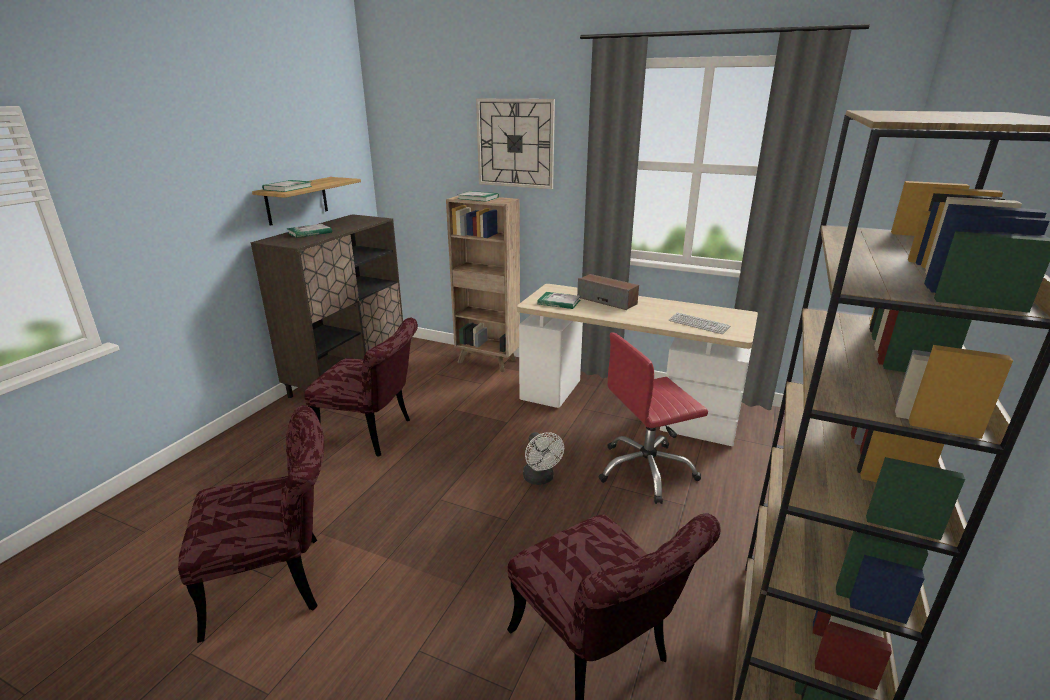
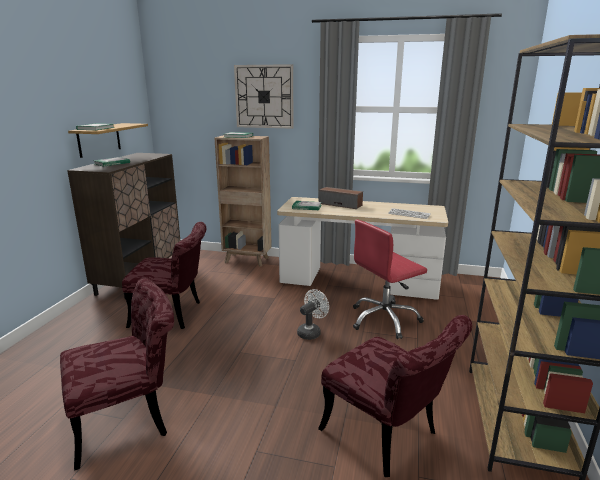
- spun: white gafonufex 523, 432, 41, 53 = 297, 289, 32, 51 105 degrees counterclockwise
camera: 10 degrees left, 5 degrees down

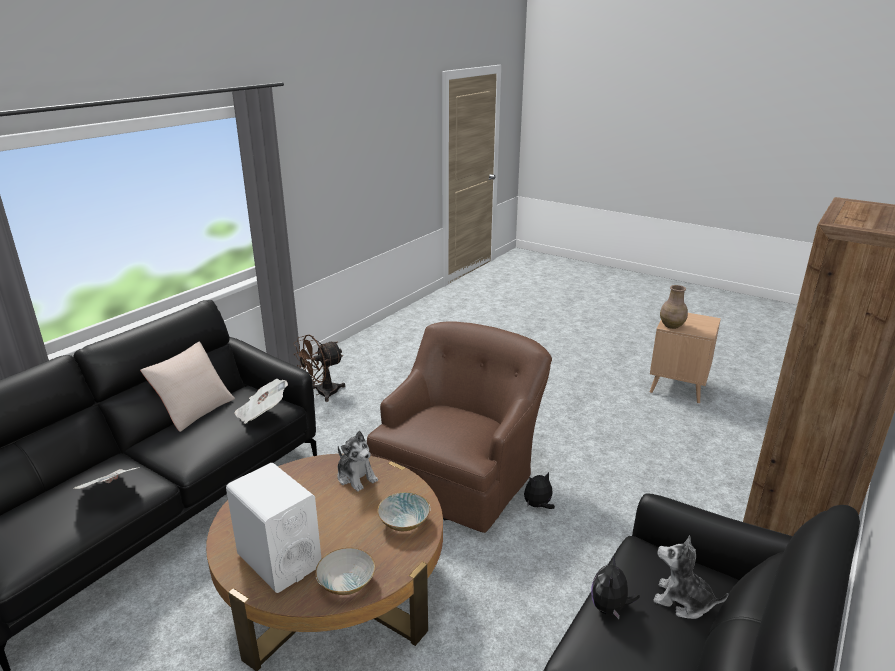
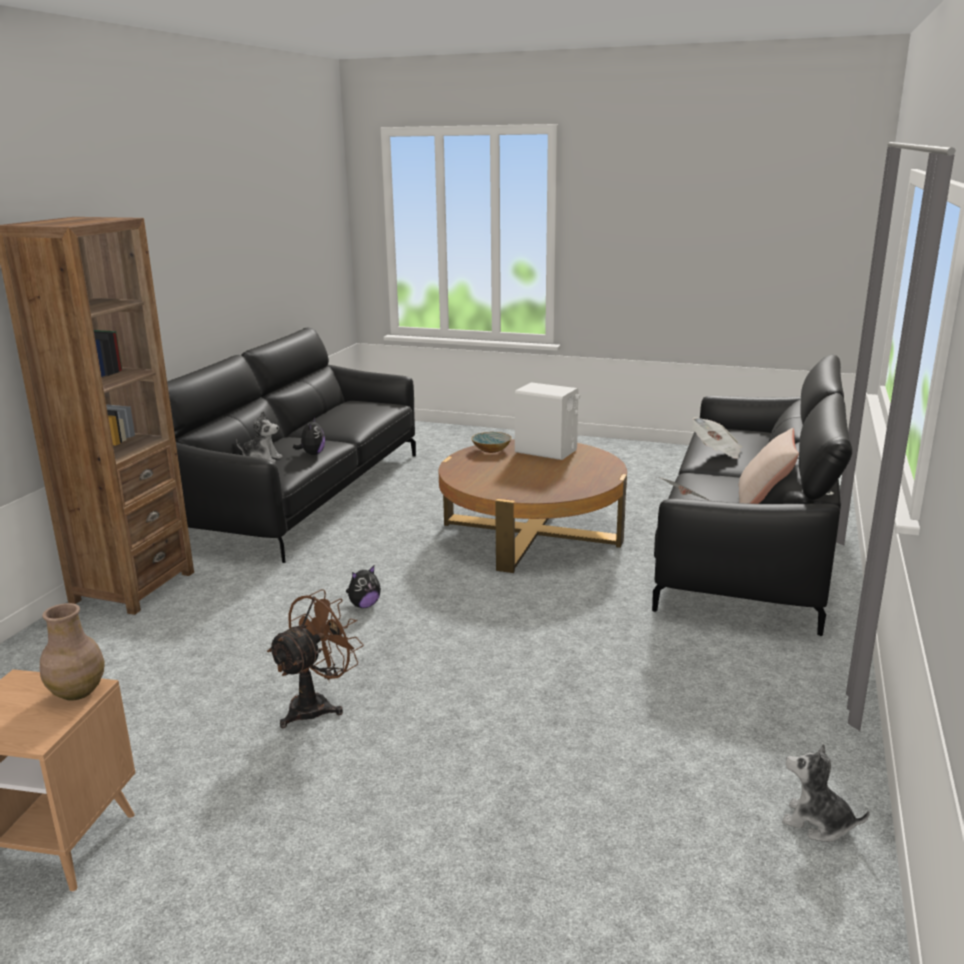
- relocated: brown gafonufex 293, 334, 52, 68 to 267, 589, 97, 139
- relocated: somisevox 338, 431, 40, 61 to 782, 744, 88, 98
- missing: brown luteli 367, 321, 185, 212
- missing: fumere 377, 492, 54, 39
camera: 165 degrees right, 5 degrees down

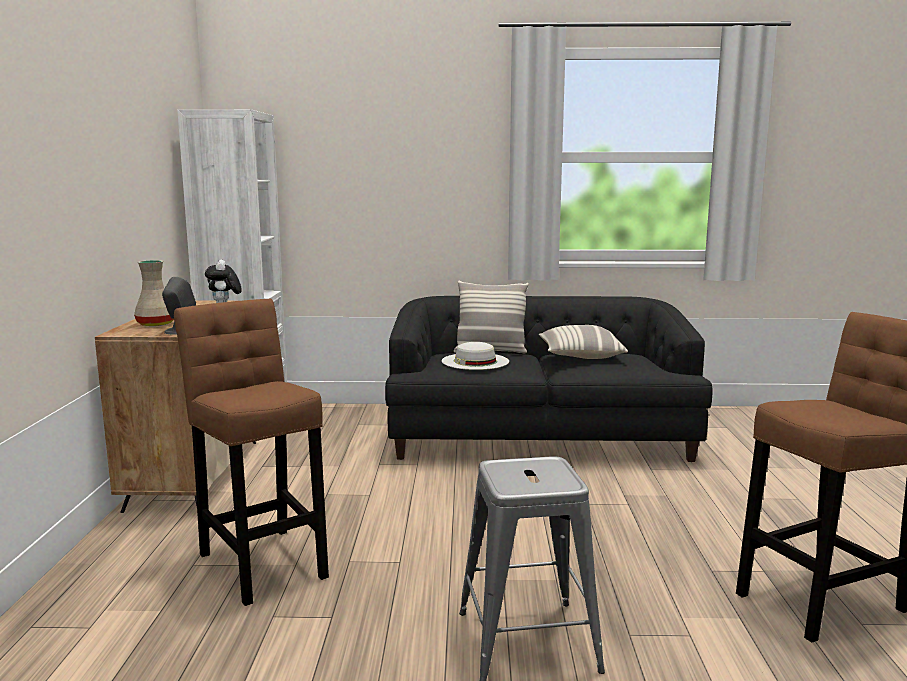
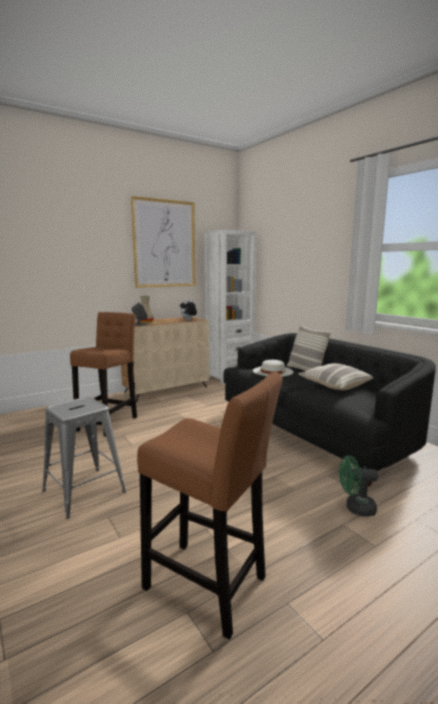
- appeared: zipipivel 131, 196, 65, 92
- appeared: green gafonufex 339, 455, 39, 62
camera: 55 degrees right, 0 degrees up

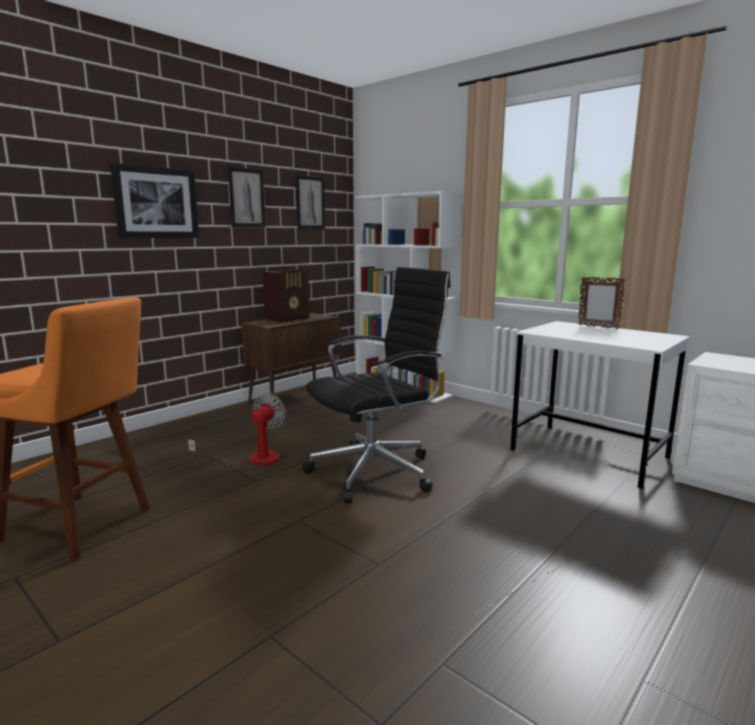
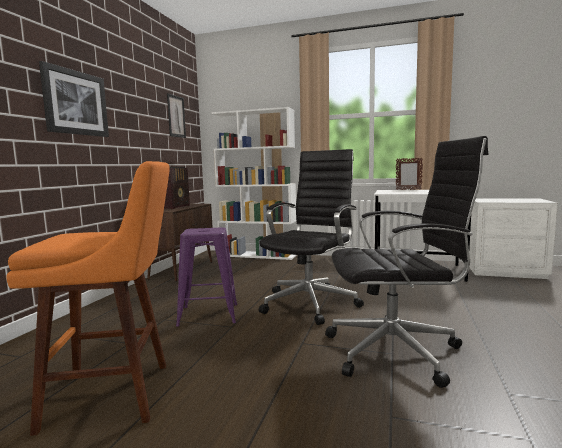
- exchanged: gafonufex 188, 393, 98, 76 to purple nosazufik 176, 227, 61, 100
- missing: zipipivel 228, 167, 38, 61
- appeared: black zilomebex 325, 136, 163, 252
camera: 25 degrees left, 5 degrees down

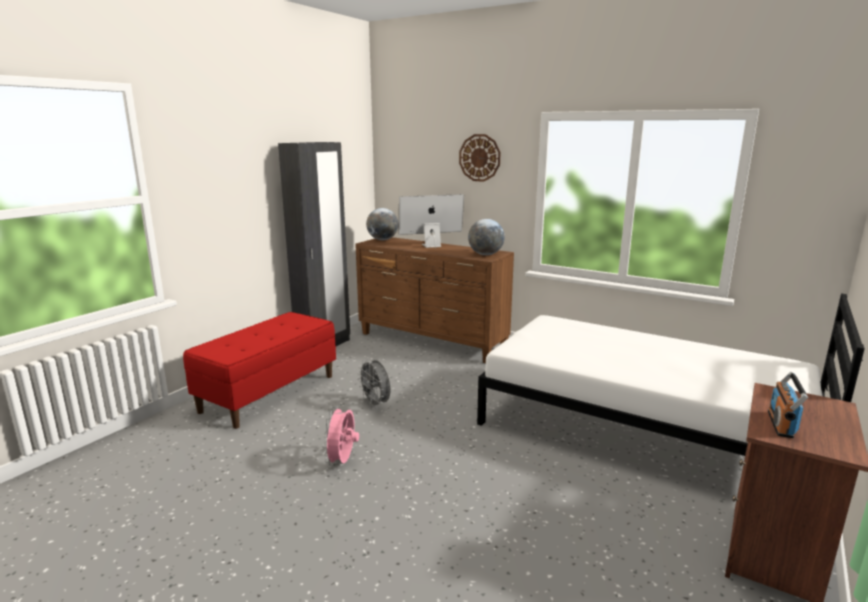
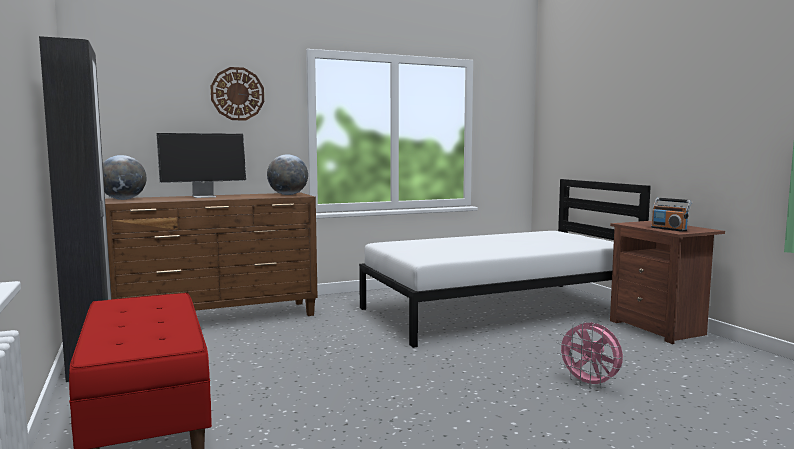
- relocated: pink gafonufex 322, 405, 37, 61 to 556, 321, 67, 68
- missing: grey gafonufex 357, 360, 33, 48
- spun: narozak 399, 194, 65, 55 = 157, 133, 89, 65 135 degrees counterclockwise
camera: 55 degrees left, 10 degrees down

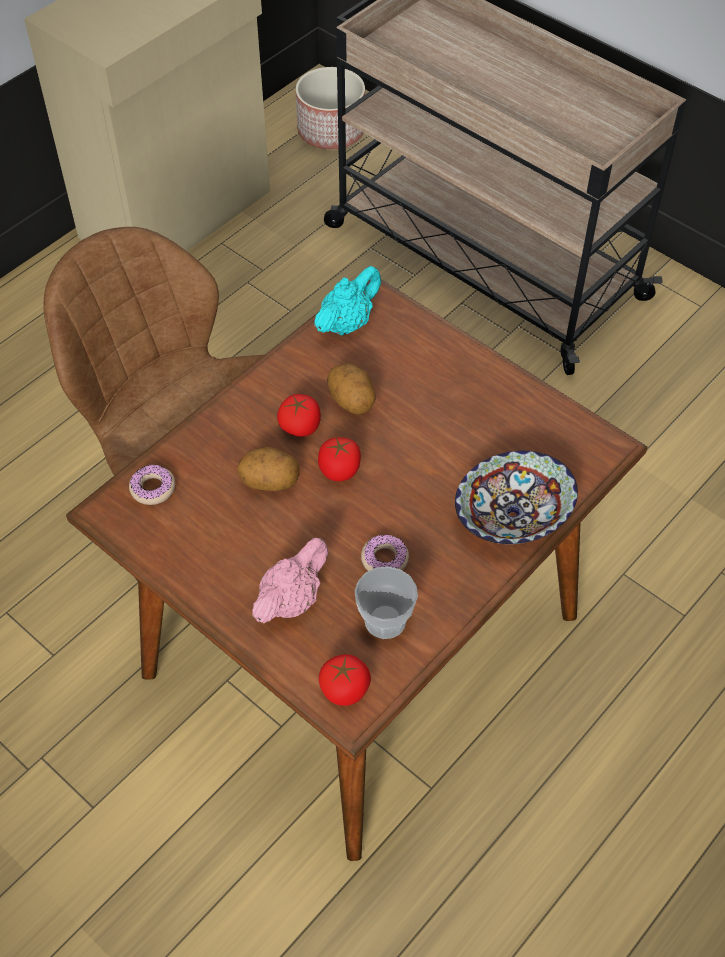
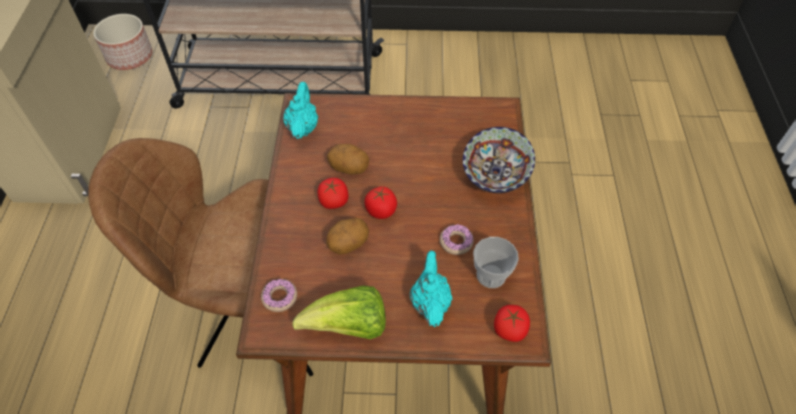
- colour: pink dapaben 252, 538, 77, 85 to turquoise dapaben 410, 250, 42, 77
- appeared: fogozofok 292, 286, 94, 53
camera: 40 degrees left, 0 degrees up

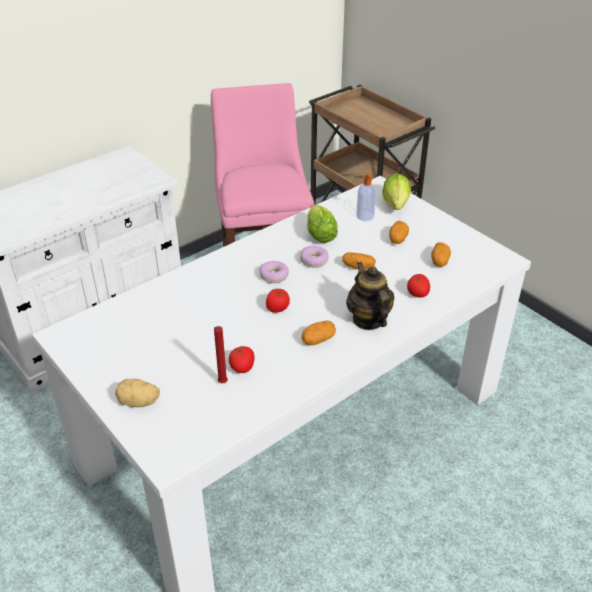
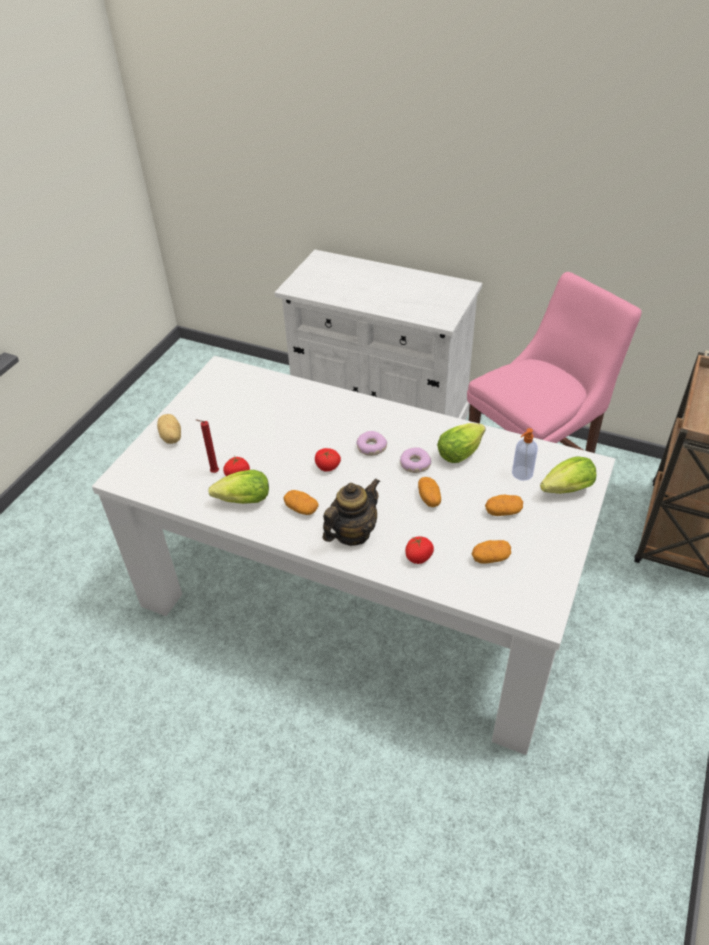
- appeared: fogozofok 208, 470, 61, 34
camera: 65 degrees right, 5 degrees up

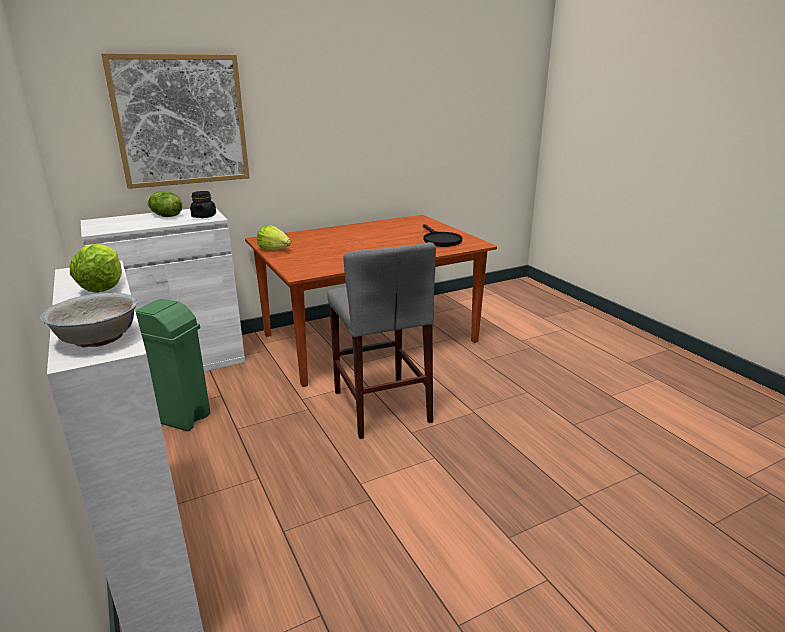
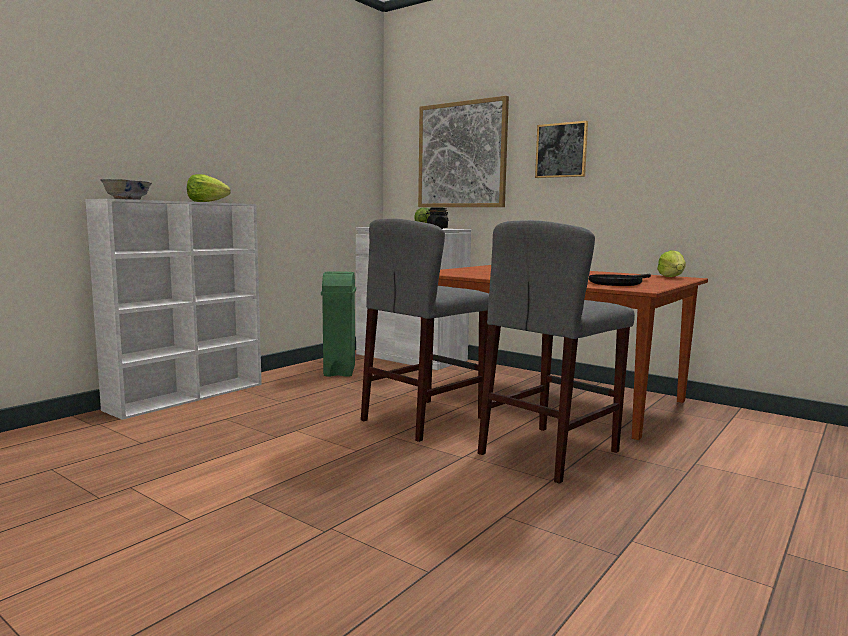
- relocated: fogozofok 257, 225, 34, 26 to 657, 250, 29, 27
- appeared: grey nosazufik 478, 220, 157, 264
- appeared: zipipivel 535, 121, 53, 57
camera: 65 degrees right, 15 degrees down

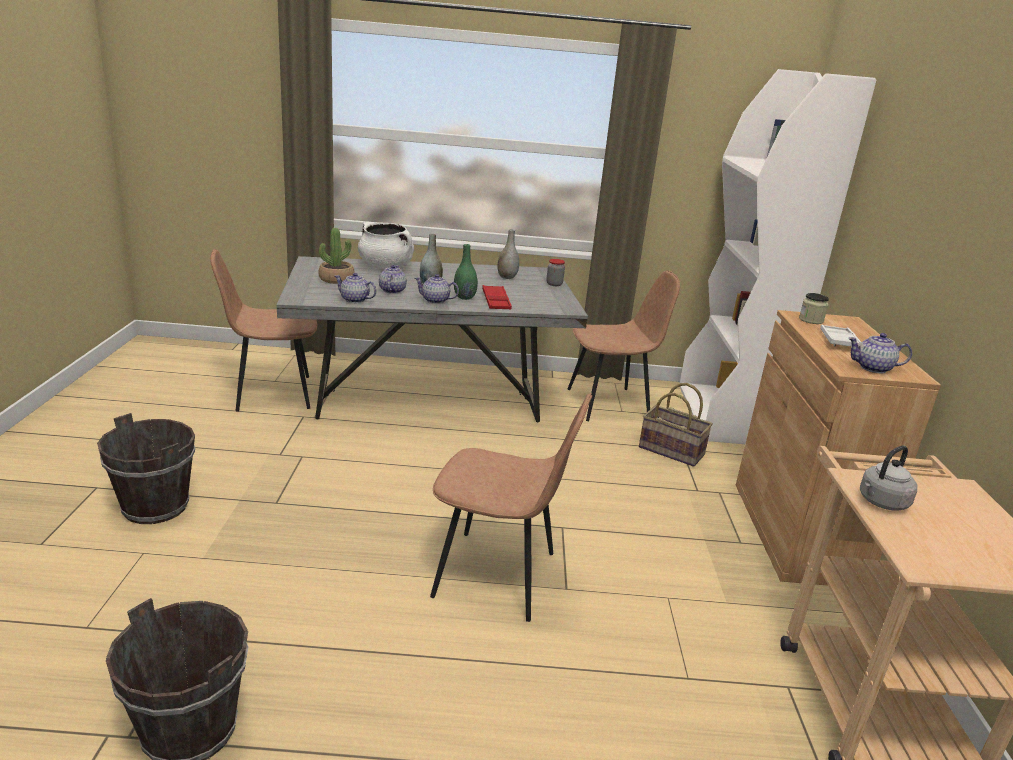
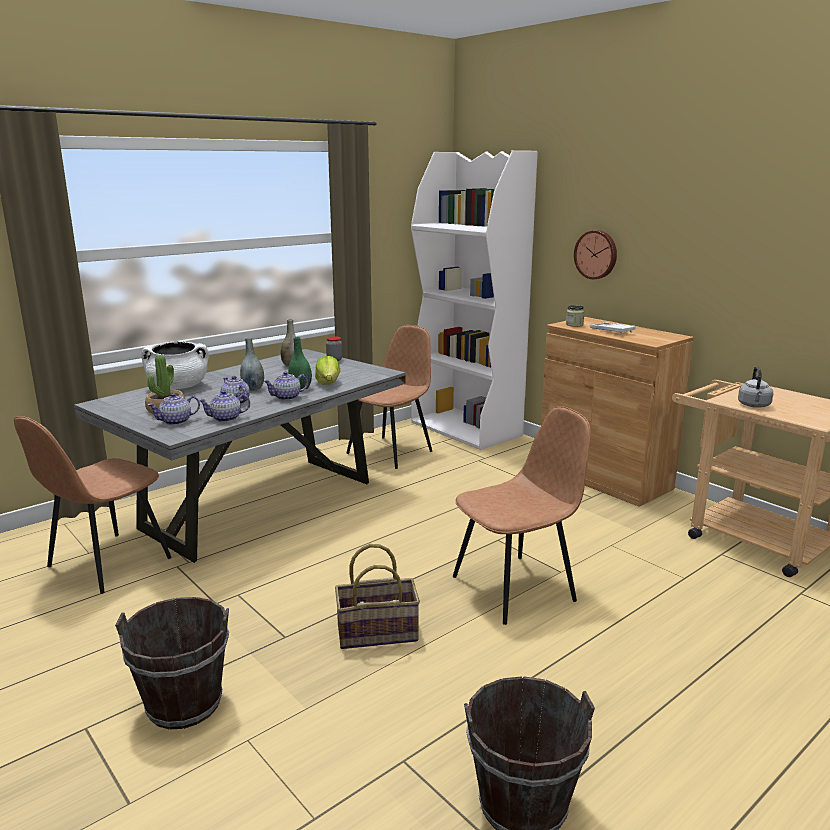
- exchanged: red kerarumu 482, 285, 30, 24 to fogozofok 315, 356, 25, 29
- relocated: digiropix 639, 383, 74, 84 to 335, 544, 85, 105
- relocated: dapaben 848, 333, 64, 40 to 148, 393, 52, 32
- appeared: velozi 574, 230, 43, 49
camera: 40 degrees left, 5 degrees down

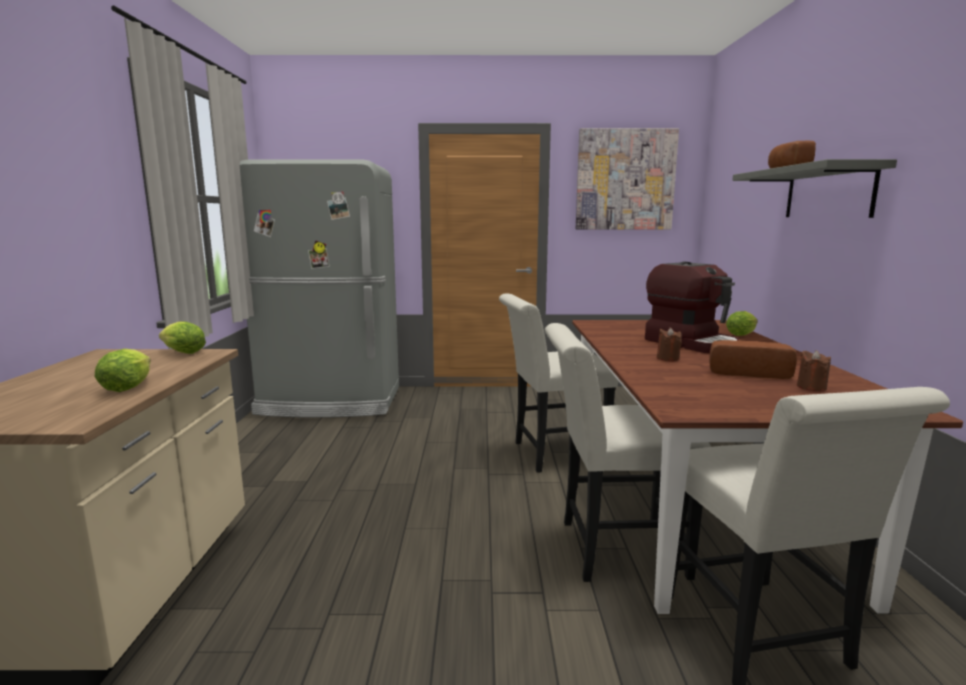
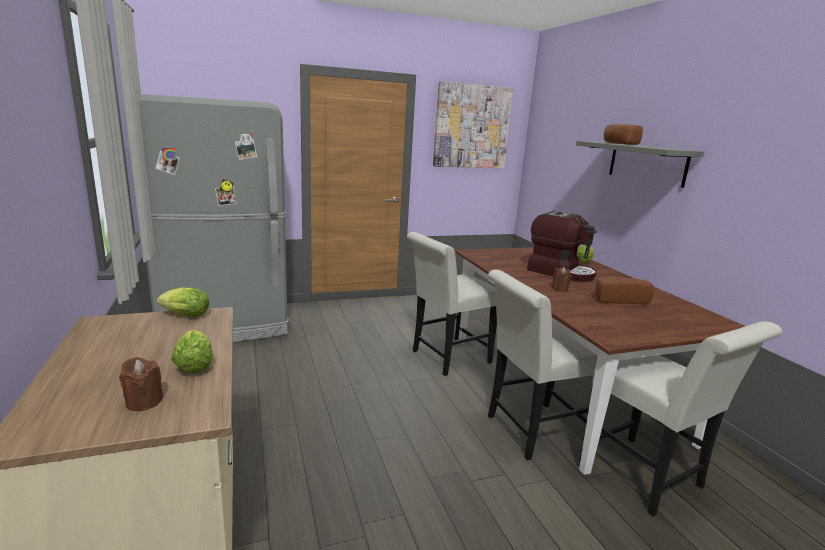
- relocated: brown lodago 797, 350, 34, 41 to 119, 357, 45, 54
camera: 20 degrees left, 5 degrees up

